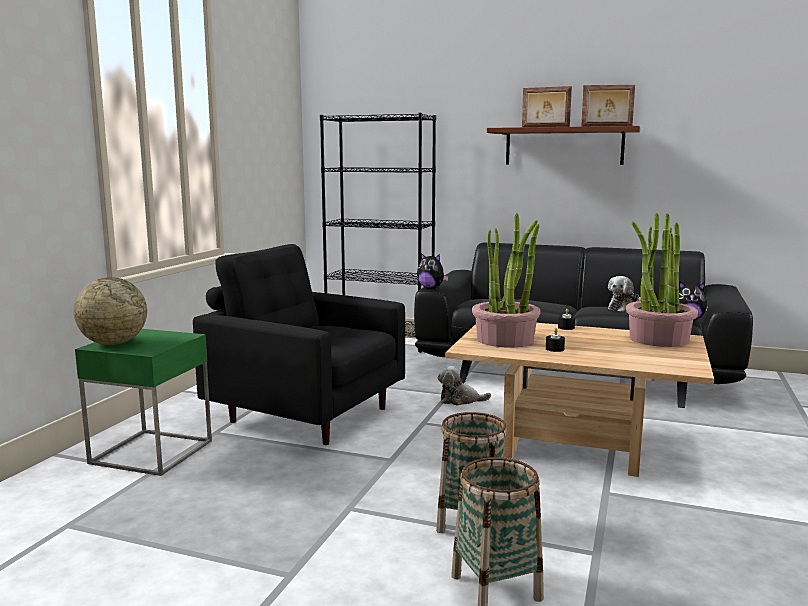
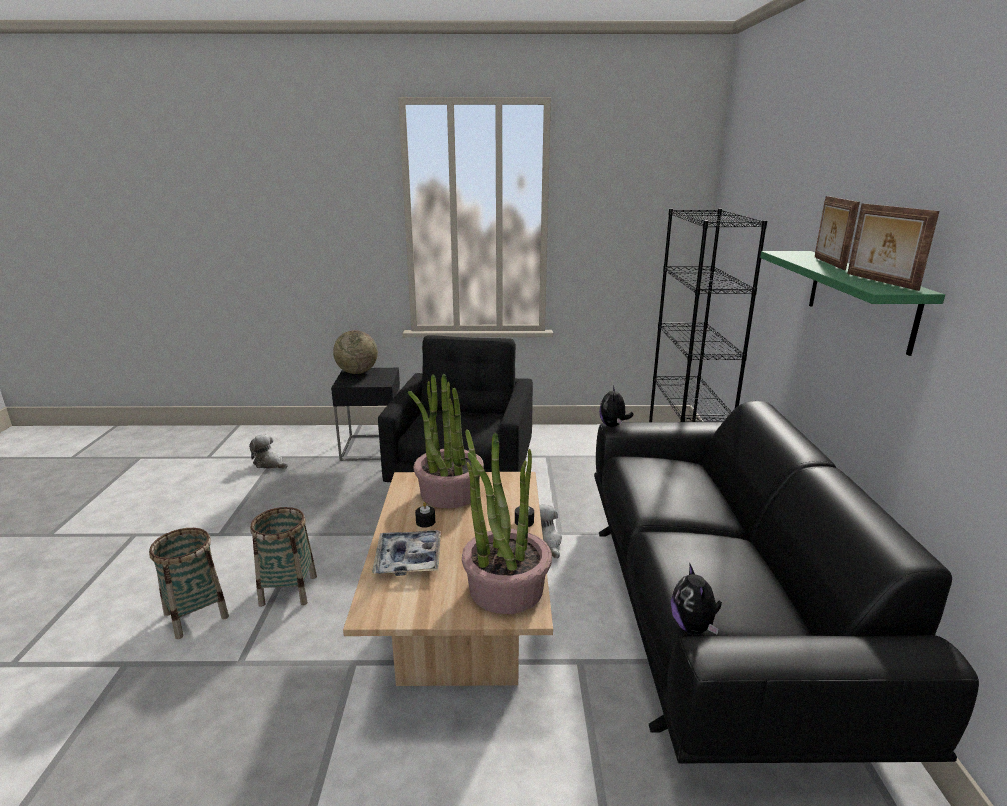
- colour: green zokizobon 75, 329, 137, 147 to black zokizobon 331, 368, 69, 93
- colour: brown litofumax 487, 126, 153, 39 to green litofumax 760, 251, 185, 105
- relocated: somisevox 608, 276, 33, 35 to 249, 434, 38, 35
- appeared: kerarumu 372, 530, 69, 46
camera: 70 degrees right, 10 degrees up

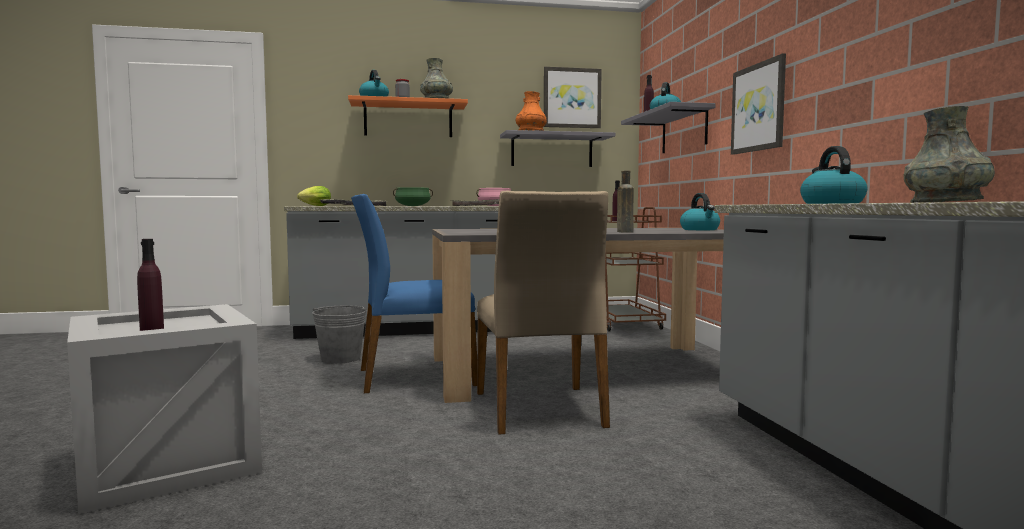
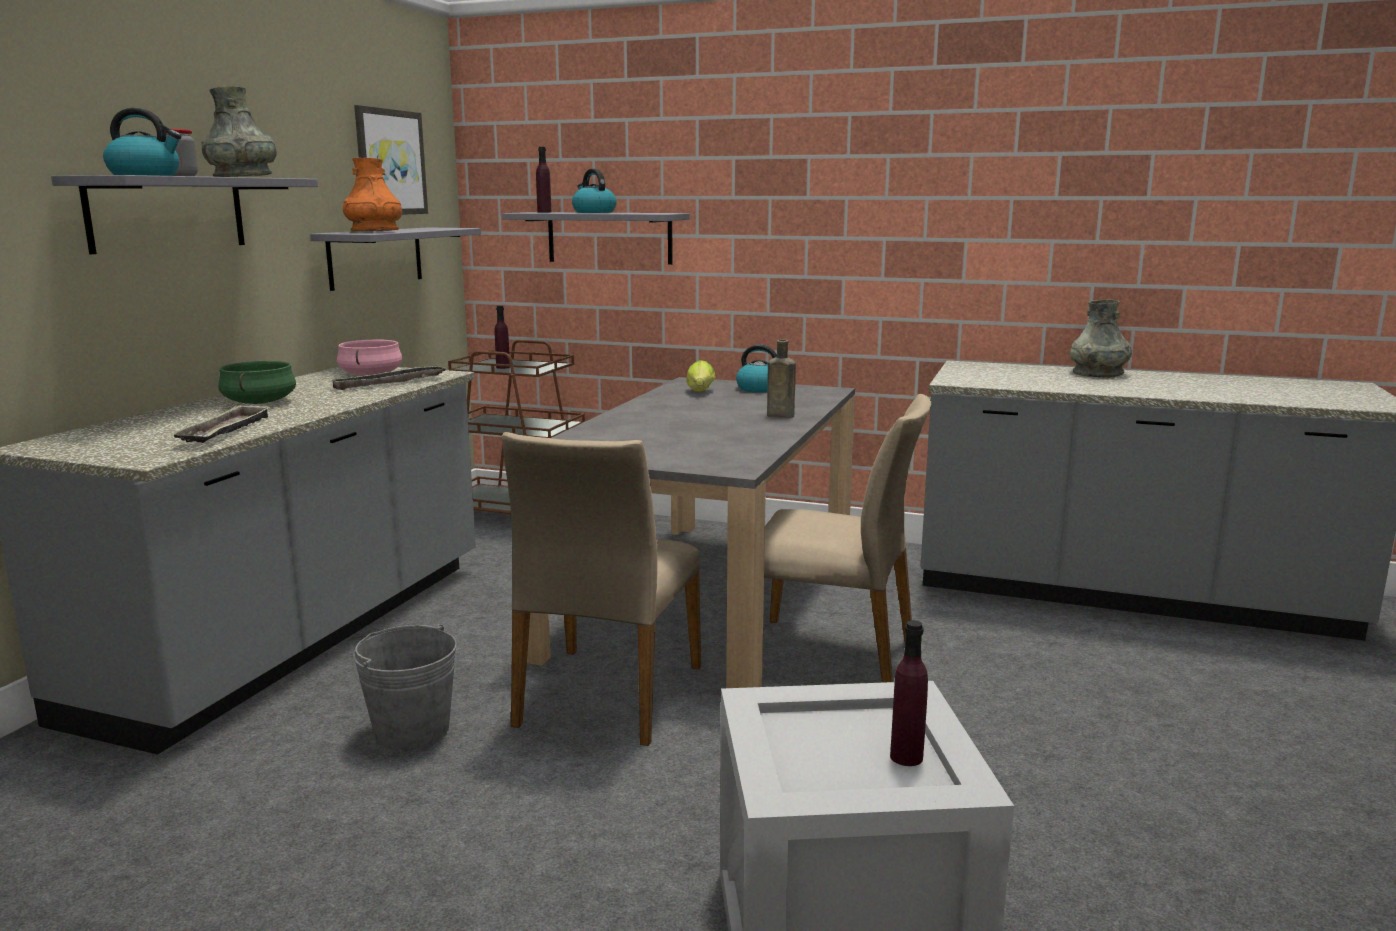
- relocated: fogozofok 297, 186, 34, 20 to 687, 360, 29, 32
- colour: orange litofumax 348, 95, 120, 42 to grey litofumax 51, 175, 267, 79
- colour: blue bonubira 351, 194, 126, 199 to beige bonubira 502, 432, 199, 314
- missing: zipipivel 731, 53, 55, 102
- missing: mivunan 800, 146, 68, 58
camera: 60 degrees left, 10 degrees up

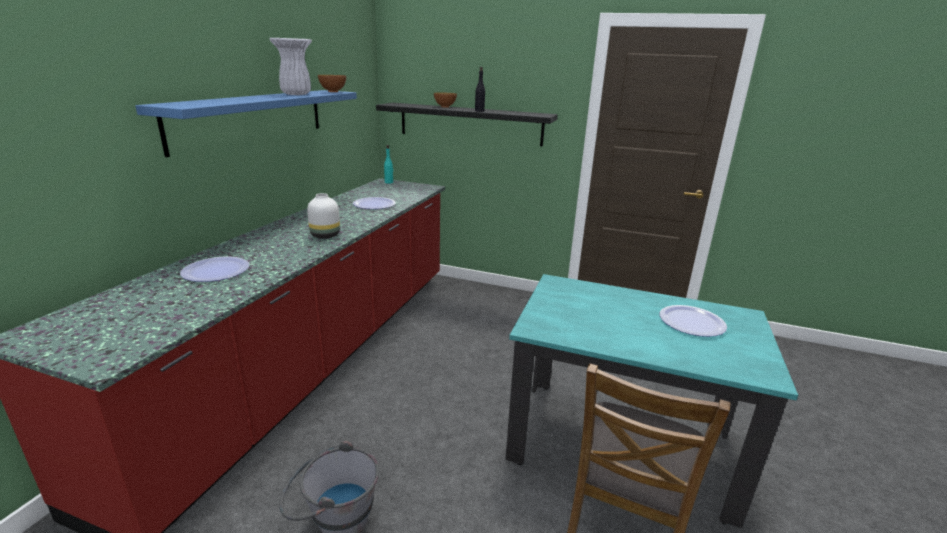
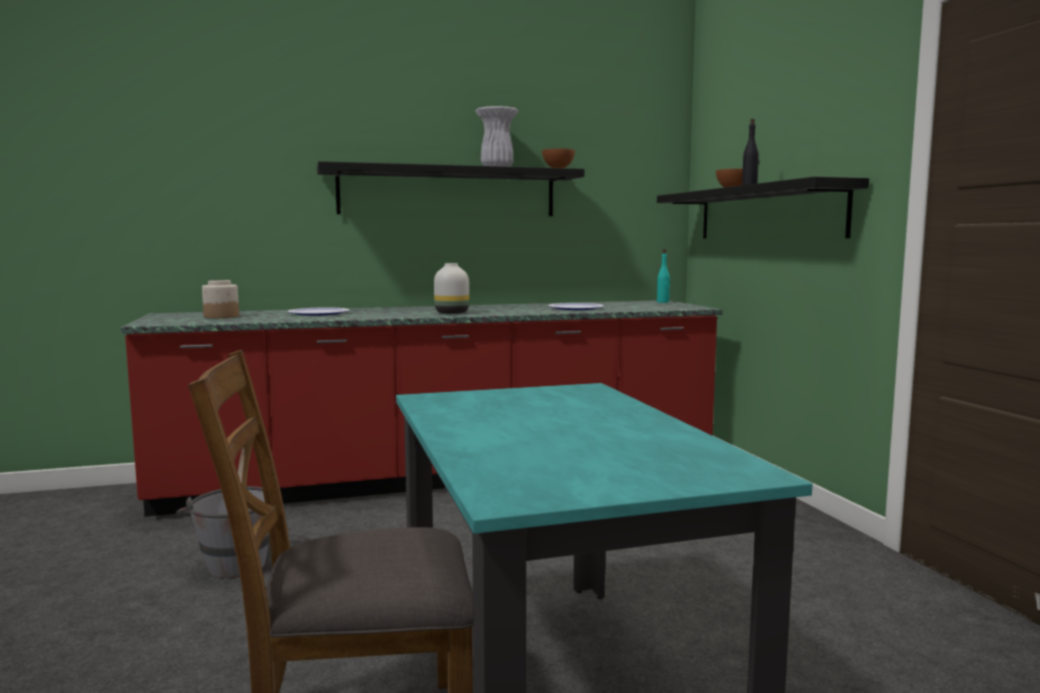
- colour: blue litofumax 135, 90, 222, 67 to black litofumax 317, 161, 268, 55
- missing: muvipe 660, 305, 67, 32
- appeared: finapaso 202, 280, 37, 38
camera: 55 degrees right, 15 degrees down

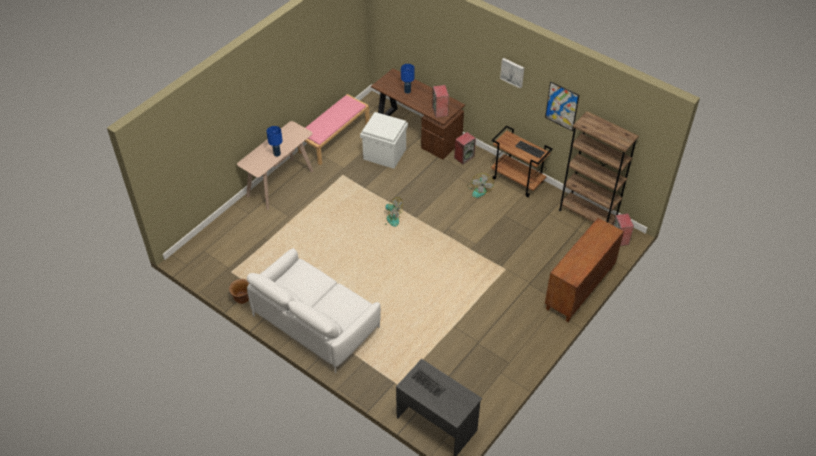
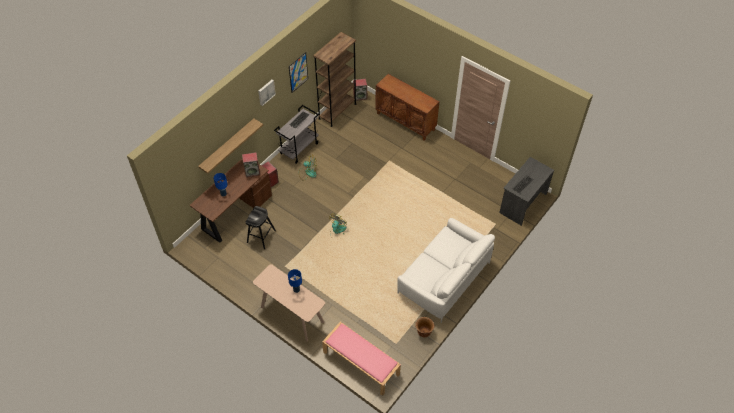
- relocated: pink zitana 298, 94, 72, 71 to 322, 322, 79, 74
- exchanged: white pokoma 360, 112, 48, 57 to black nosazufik 245, 206, 31, 43
- colour: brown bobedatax 491, 126, 62, 71 to grey bobedatax 274, 105, 45, 59
- appeared: litofumax 198, 119, 65, 55
camera: 90 degrees left, 5 degrees up

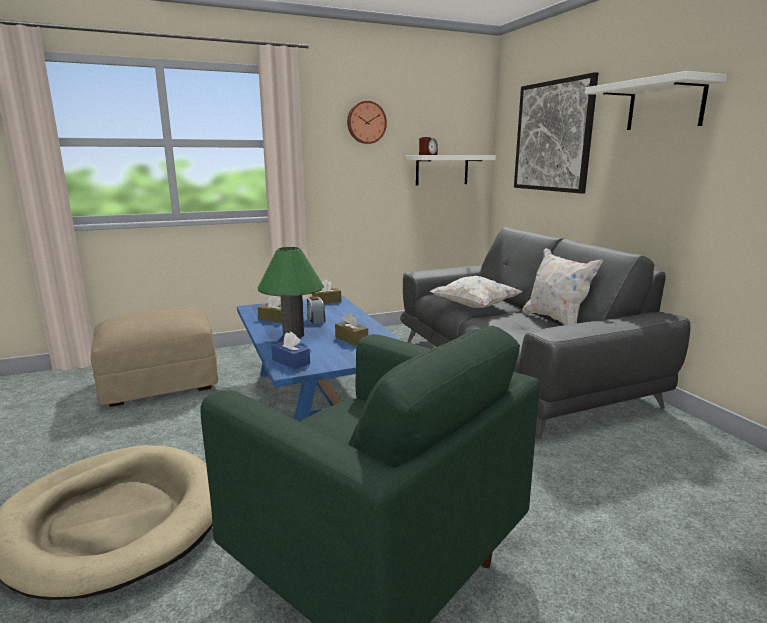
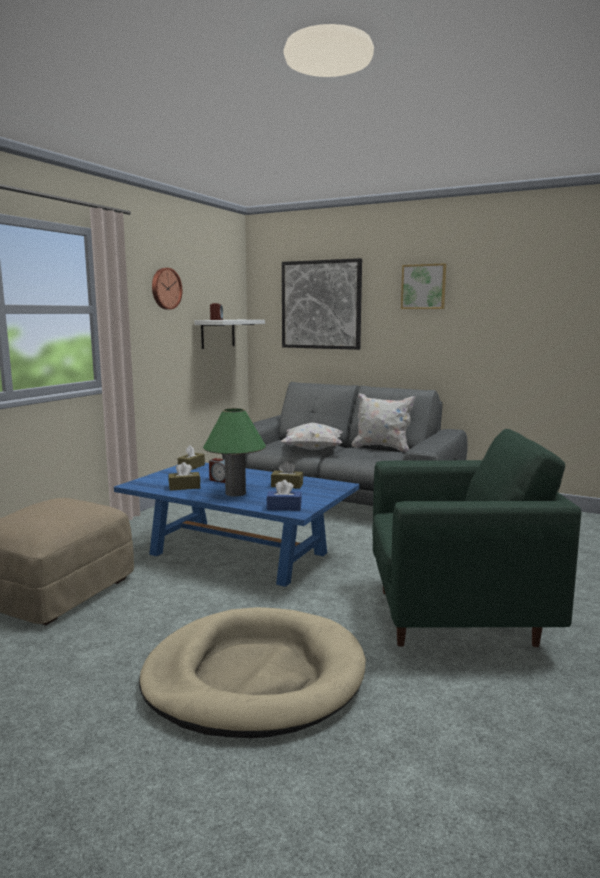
- exchanged: white litofumax 585, 71, 142, 59 to zipipivel 401, 263, 45, 46
camera: 40 degrees left, 5 degrees down

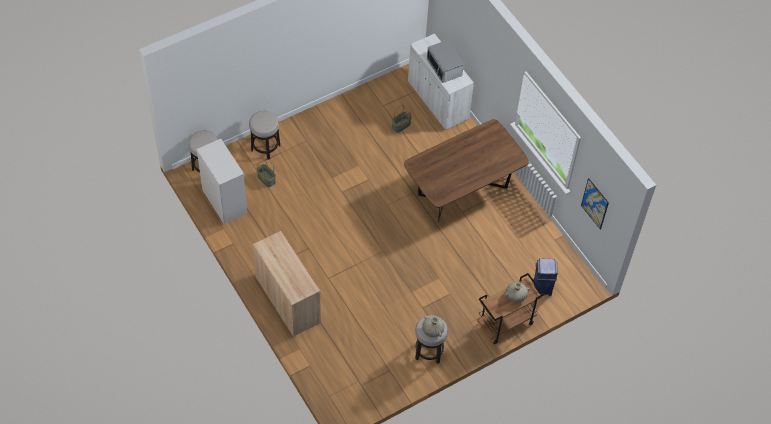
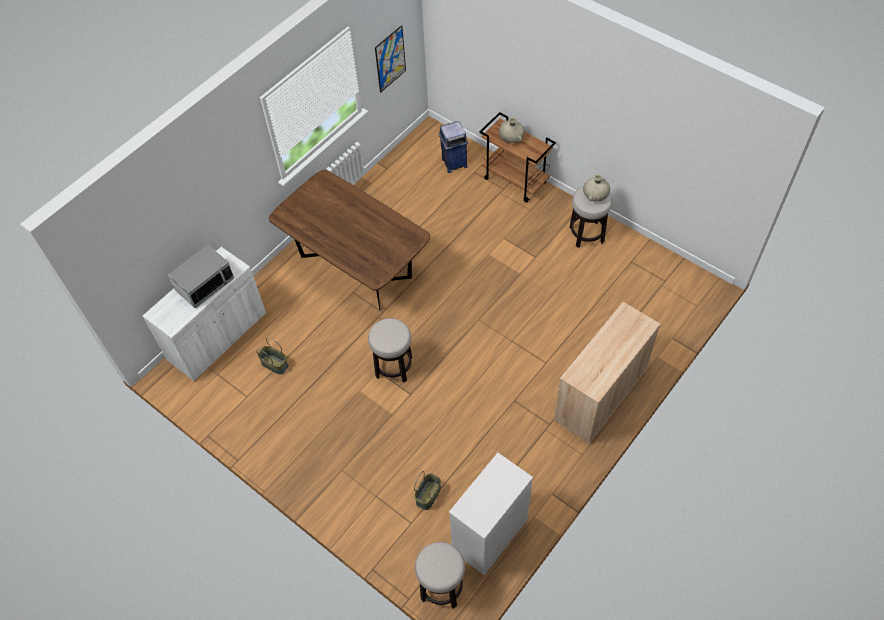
- relocated: nosazufik 249, 111, 31, 49 to 368, 318, 44, 65
camera: 105 degrees left, 0 degrees up

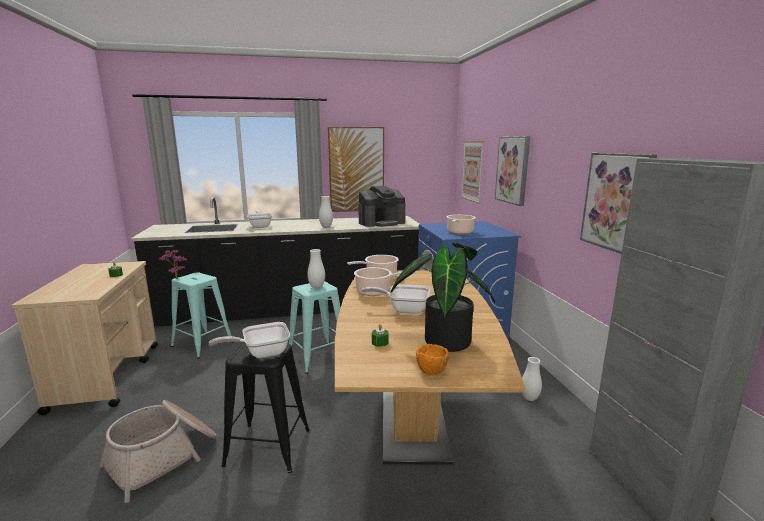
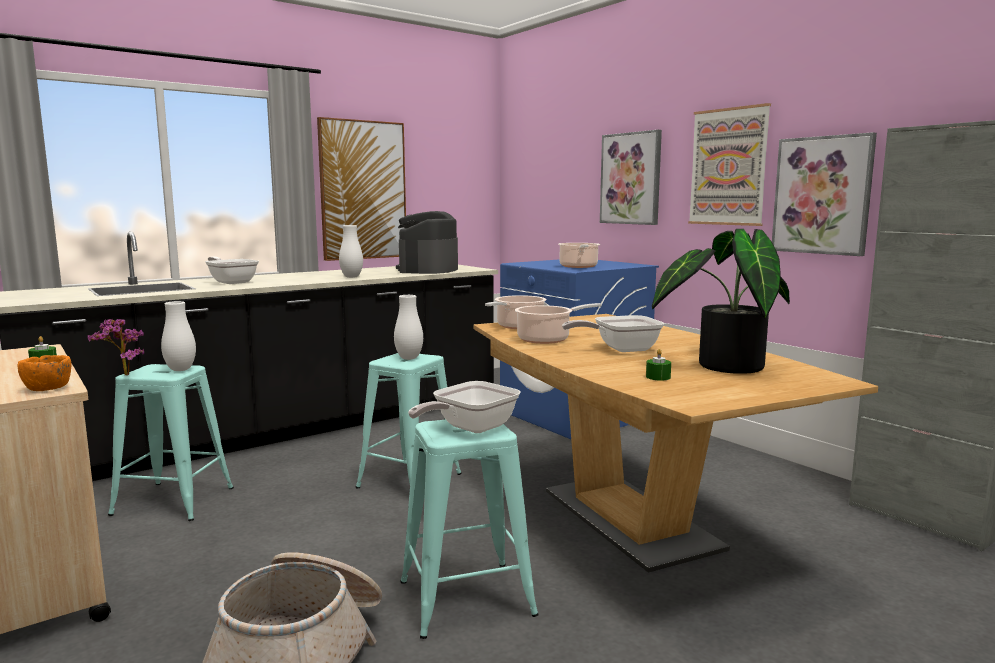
- colour: black nosazufik 221, 343, 89, 130 to turquoise nosazufik 400, 420, 138, 219
- spun: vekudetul 358, 186, 47, 41 = 396, 211, 62, 63 150 degrees clockwise
- relocated: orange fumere 416, 344, 33, 30 to 18, 355, 53, 36
- relocated: zipipivel 461, 141, 23, 62 to 688, 103, 83, 123
- relocated: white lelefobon 522, 357, 20, 44 to 161, 301, 35, 70
camera: 25 degrees left, 5 degrees down

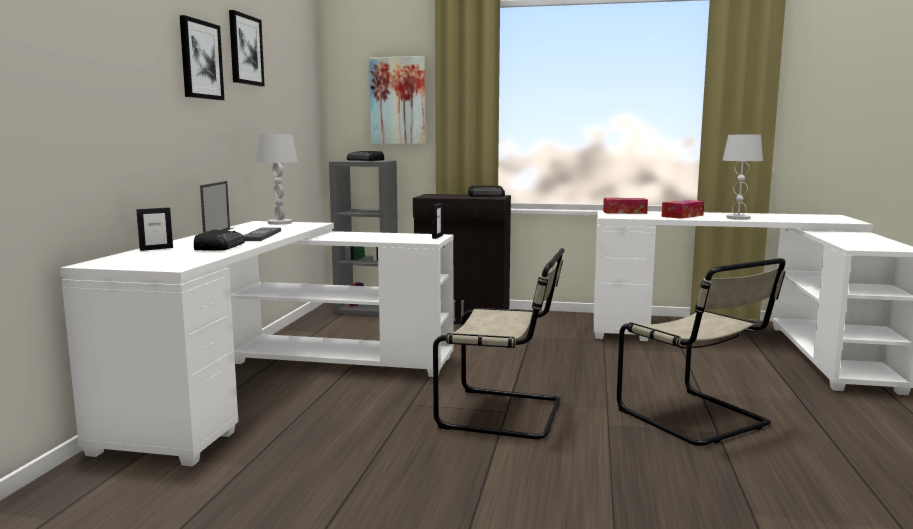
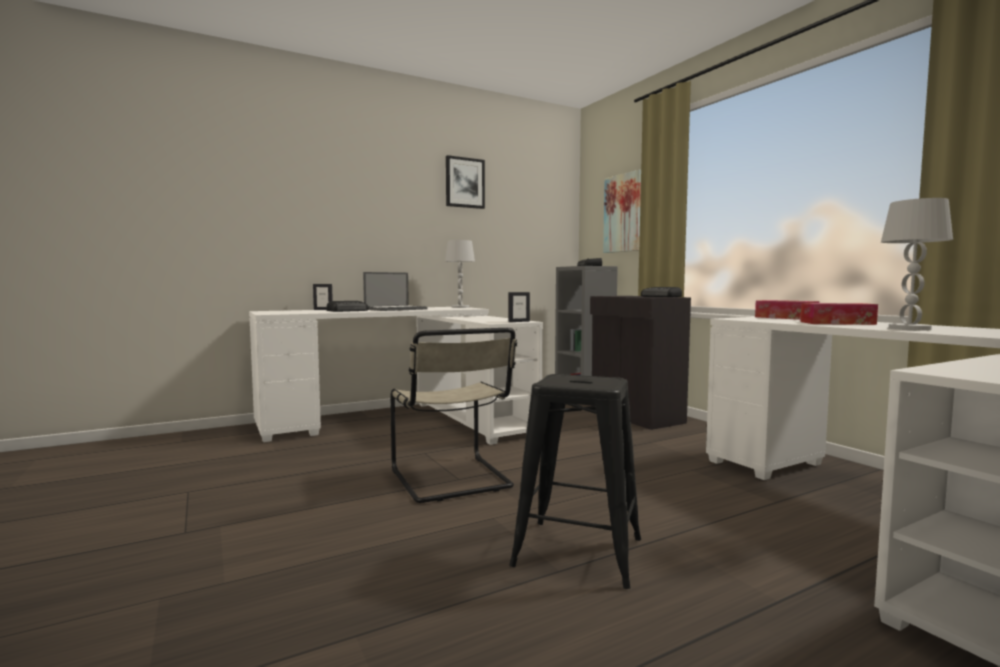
- missing: zipipivel 180, 15, 44, 85
- exchanged: beige bonubira 617, 258, 168, 188 to black nosazufik 509, 374, 132, 215
camera: 50 degrees right, 5 degrees down

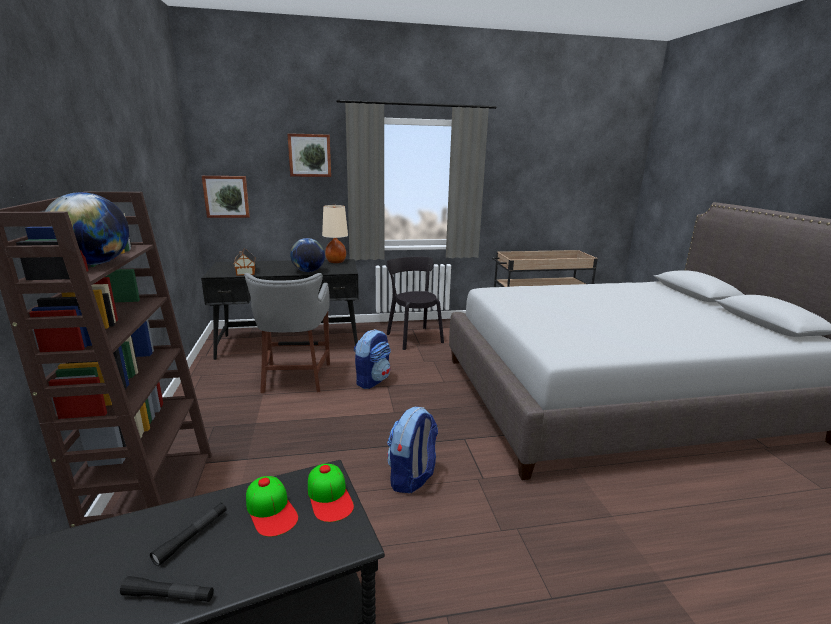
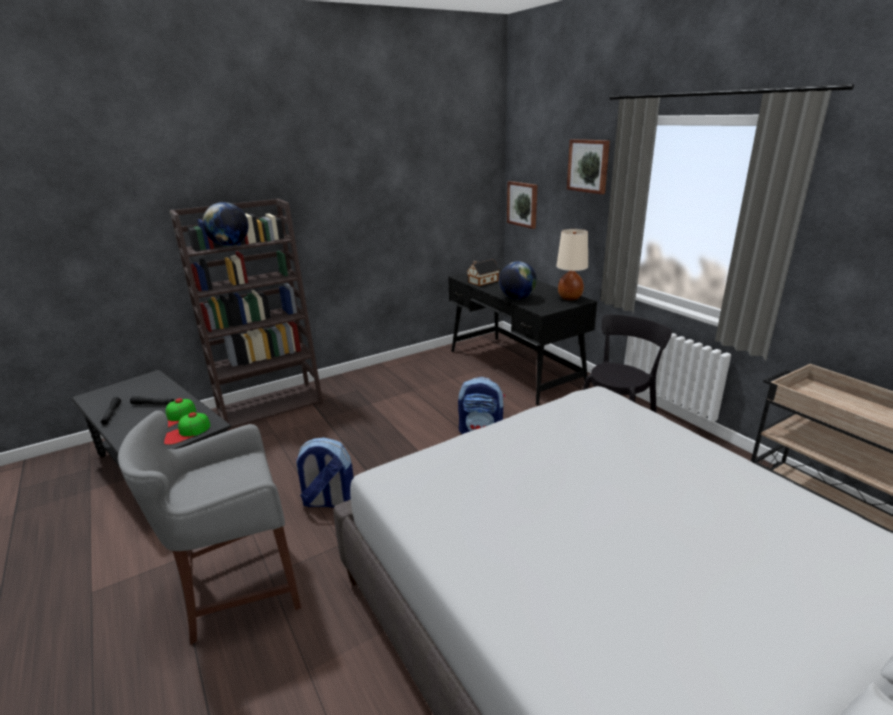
- relocated: grey nosazufik 244, 273, 86, 120 to 118, 410, 183, 235
camera: 70 degrees right, 5 degrees up

